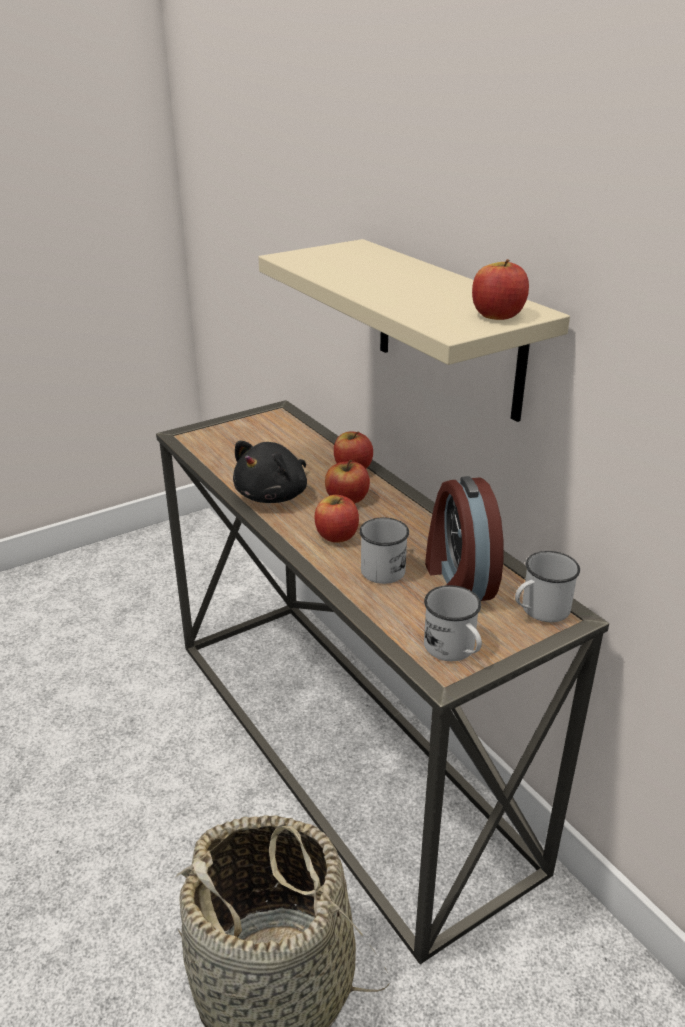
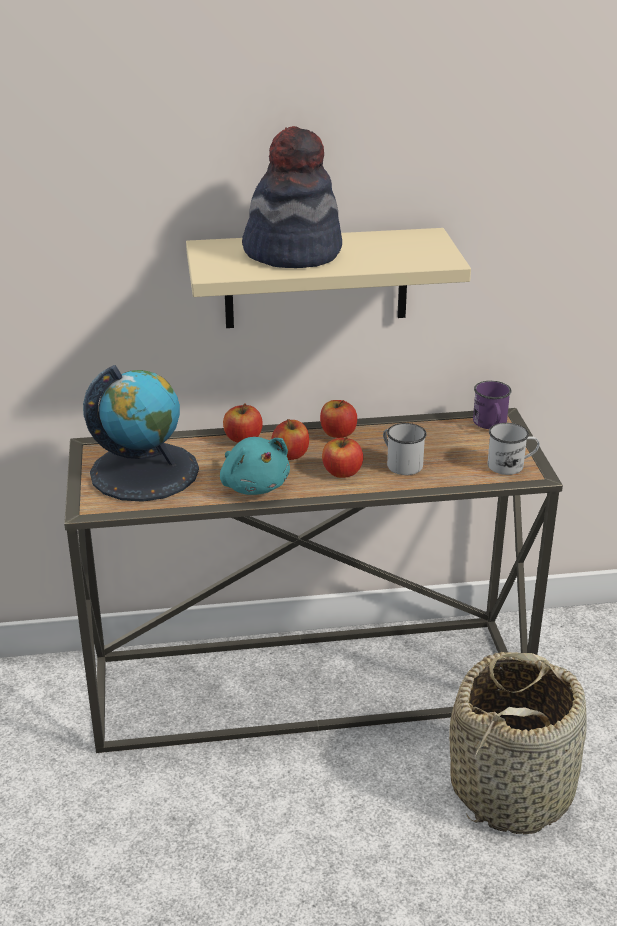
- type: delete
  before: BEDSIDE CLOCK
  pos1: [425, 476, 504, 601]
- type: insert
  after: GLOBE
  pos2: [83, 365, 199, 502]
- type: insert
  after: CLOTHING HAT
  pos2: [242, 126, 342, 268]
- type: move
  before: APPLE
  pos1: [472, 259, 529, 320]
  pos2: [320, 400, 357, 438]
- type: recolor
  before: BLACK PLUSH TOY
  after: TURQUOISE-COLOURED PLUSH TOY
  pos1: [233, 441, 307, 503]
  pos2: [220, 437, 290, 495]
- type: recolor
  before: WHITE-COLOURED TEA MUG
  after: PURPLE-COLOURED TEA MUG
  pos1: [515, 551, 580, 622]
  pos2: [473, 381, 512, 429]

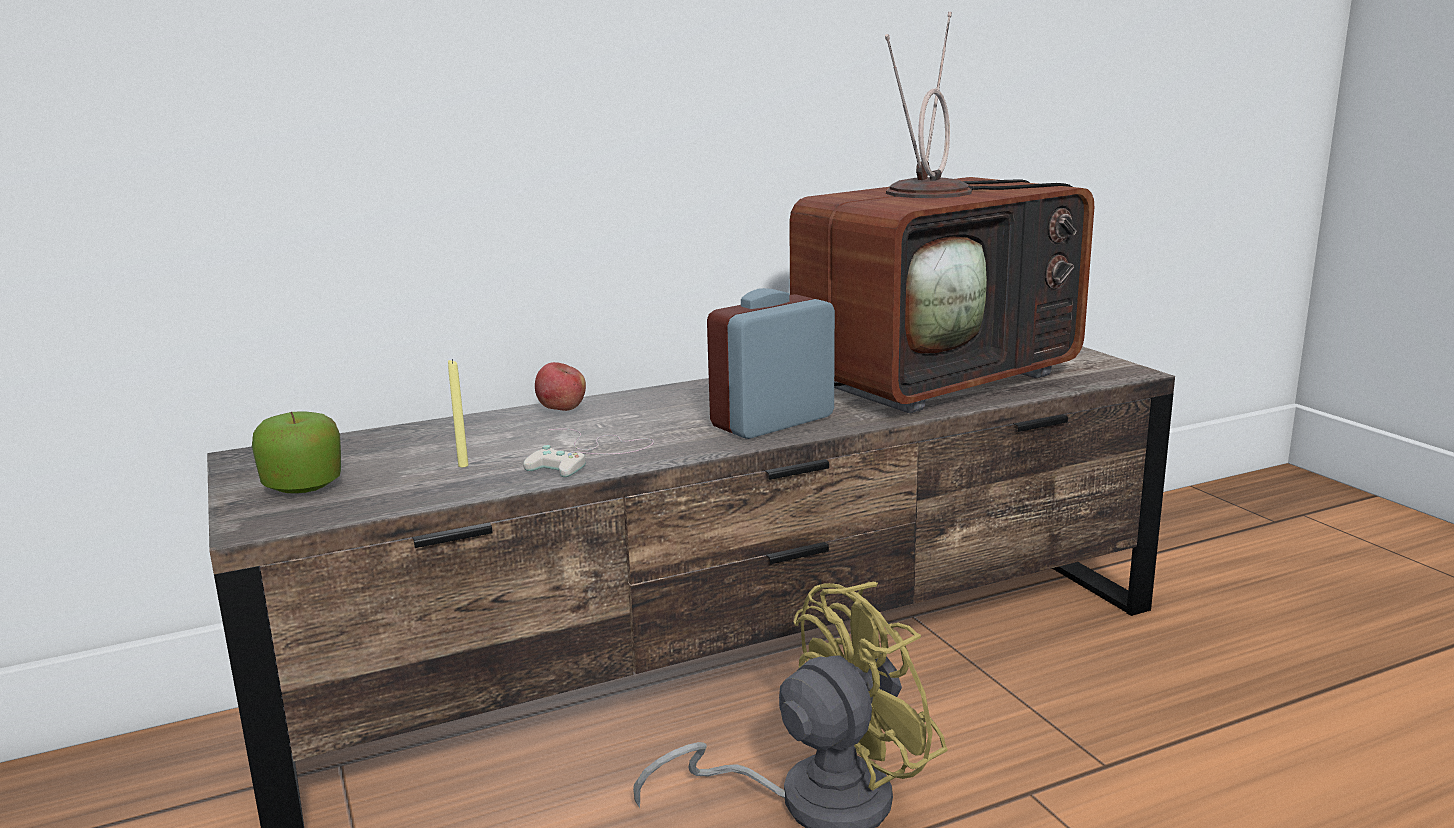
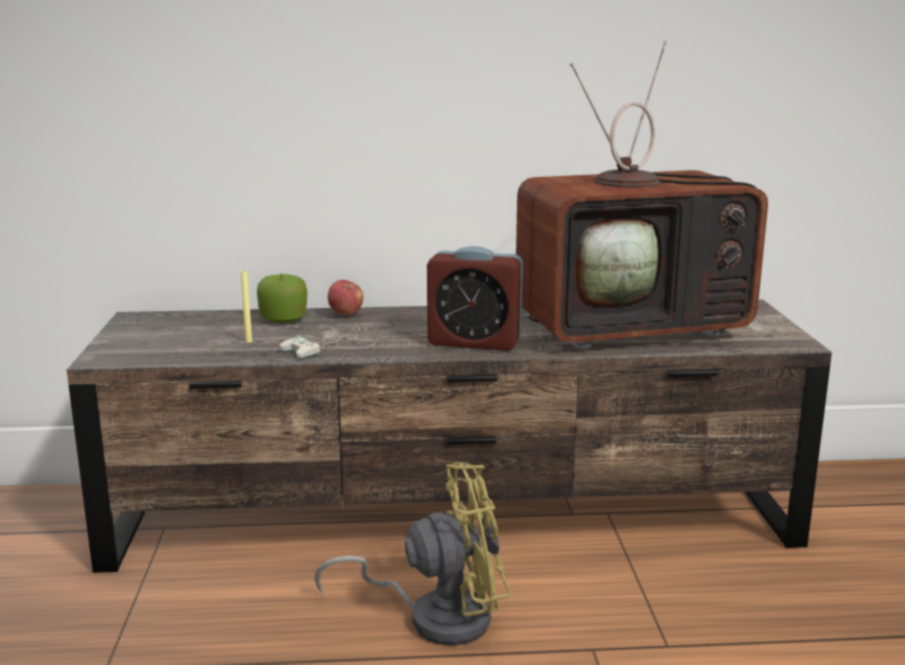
- type: move
  before: APPLE
  pos1: [252, 411, 341, 493]
  pos2: [257, 274, 307, 323]
- type: rotate
  before: BEDSIDE CLOCK
  pos1: [707, 288, 835, 439]
  pos2: [427, 246, 523, 351]
  turn: -150

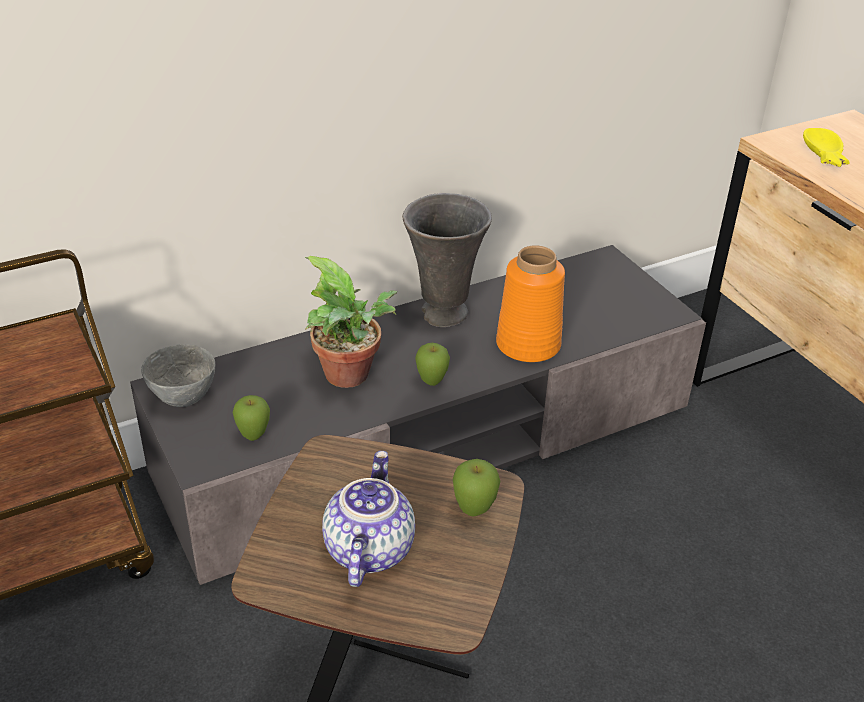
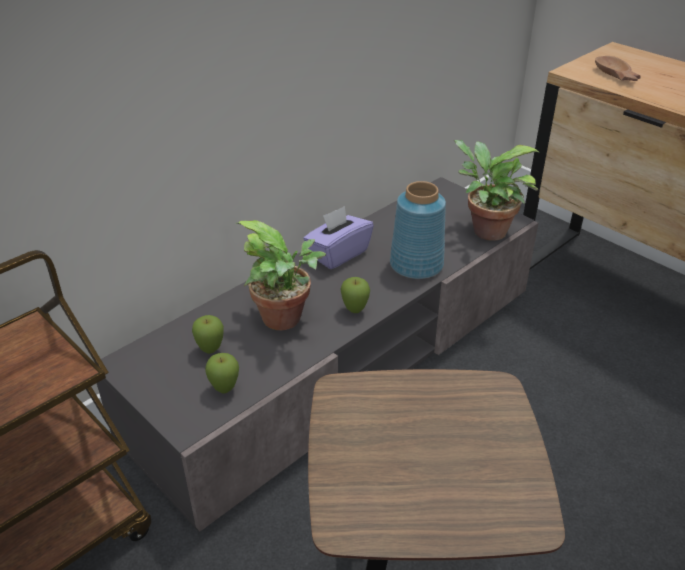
- type: delete
  before: GREYISH BOWL
  pos1: [141, 344, 215, 407]
- type: delete
  before: TEA POT
  pos1: [322, 451, 415, 587]
- type: insert
  after: POTTED PLANT
  pos2: [453, 140, 539, 241]
- type: move
  before: APPLE
  pos1: [453, 459, 501, 516]
  pos2: [192, 315, 224, 354]
- type: replace
  before: GREYISH FLOWER VASE
  after: PURPLE-COLOURED TISSUE BOX
  pos1: [402, 193, 492, 327]
  pos2: [303, 206, 374, 269]
- type: recolor
  before: ORANGEY FLOWER VASE
  after: BLUE FLOWER VASE
  pos1: [496, 245, 565, 362]
  pos2: [390, 181, 446, 279]
- type: recolor
  before: YELLOWISH BOWL
  after: BROWN BOWL
  pos1: [803, 128, 849, 167]
  pos2: [595, 56, 641, 81]

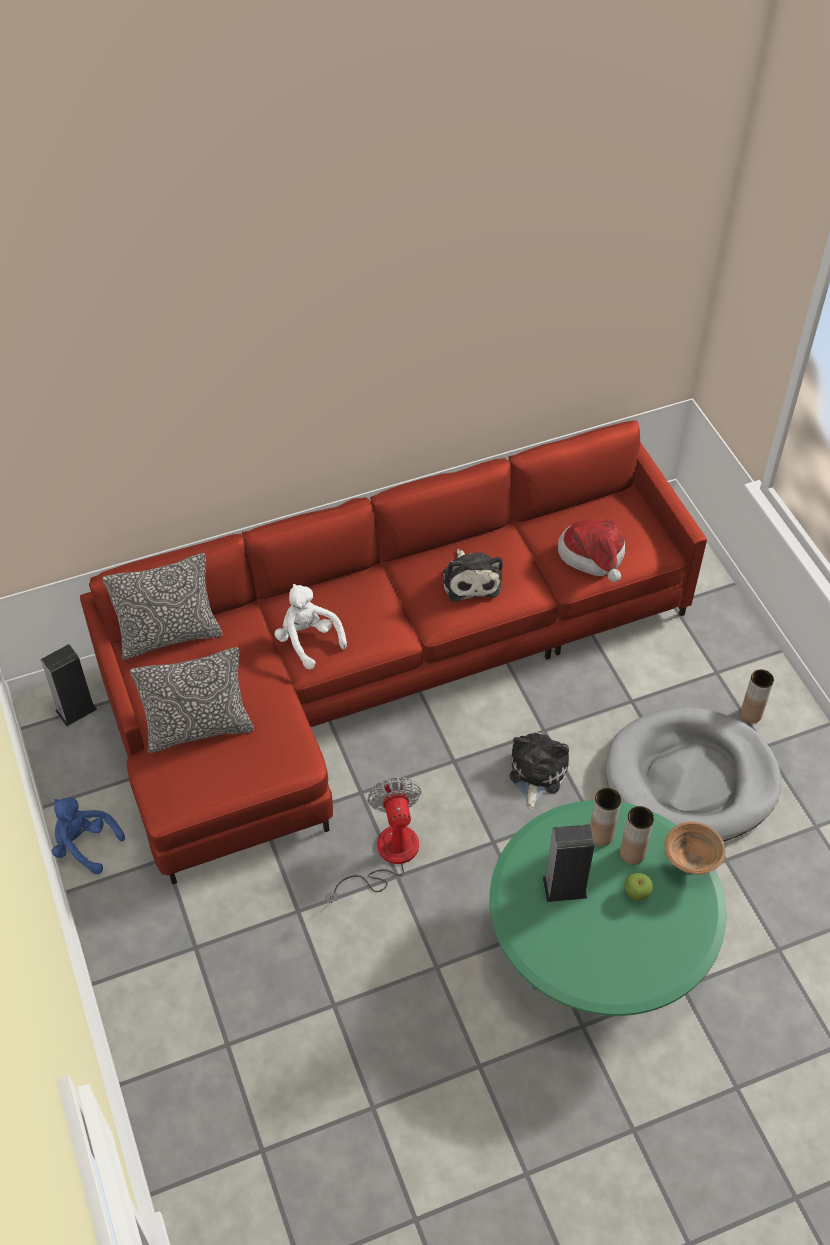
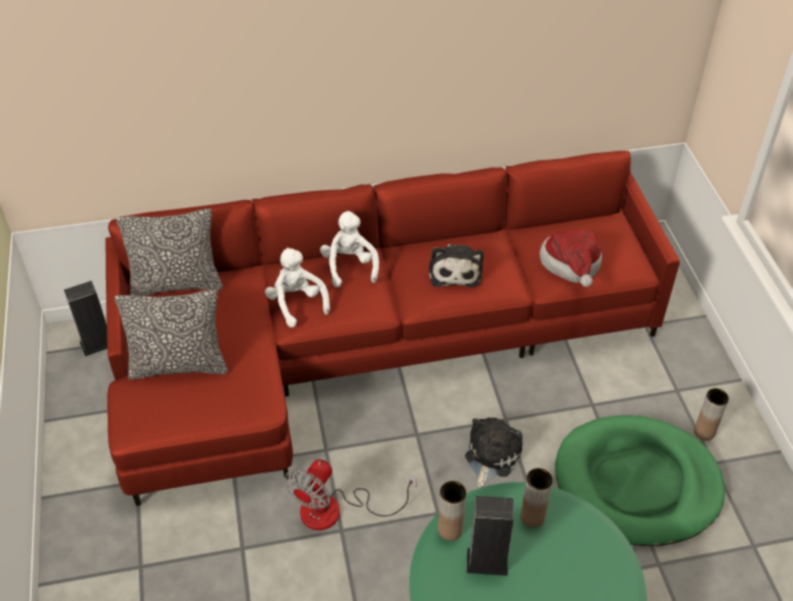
- type: delete
  before: BLUE PLUSH TOY
  pos1: [52, 797, 125, 874]
- type: delete
  before: APPLE
  pos1: [624, 873, 653, 900]
- type: delete
  before: BROWN BOWL
  pos1: [664, 822, 725, 874]
- type: insert
  after: WHITE-COLOURED PLUSH TOY
  pos2: [320, 211, 379, 287]
- type: move
  before: BROWN FLOWER VASE
  pos1: [620, 806, 654, 864]
  pos2: [438, 481, 466, 541]
- type: recolor
  before: GREYISH DOG CUSHION
  after: GREEN-COLOURED DOG CUSHION
  pos1: [605, 708, 781, 841]
  pos2: [555, 415, 725, 546]
- type: rotate
  before: FAN
  pos1: [325, 777, 421, 903]
  pos2: [284, 459, 417, 530]
  turn: -150

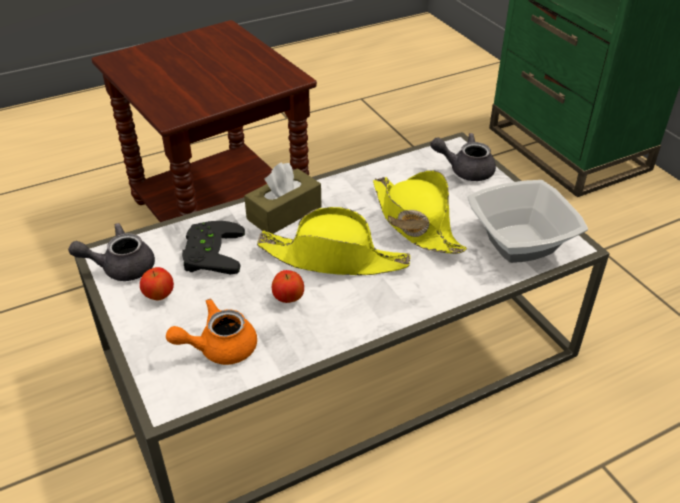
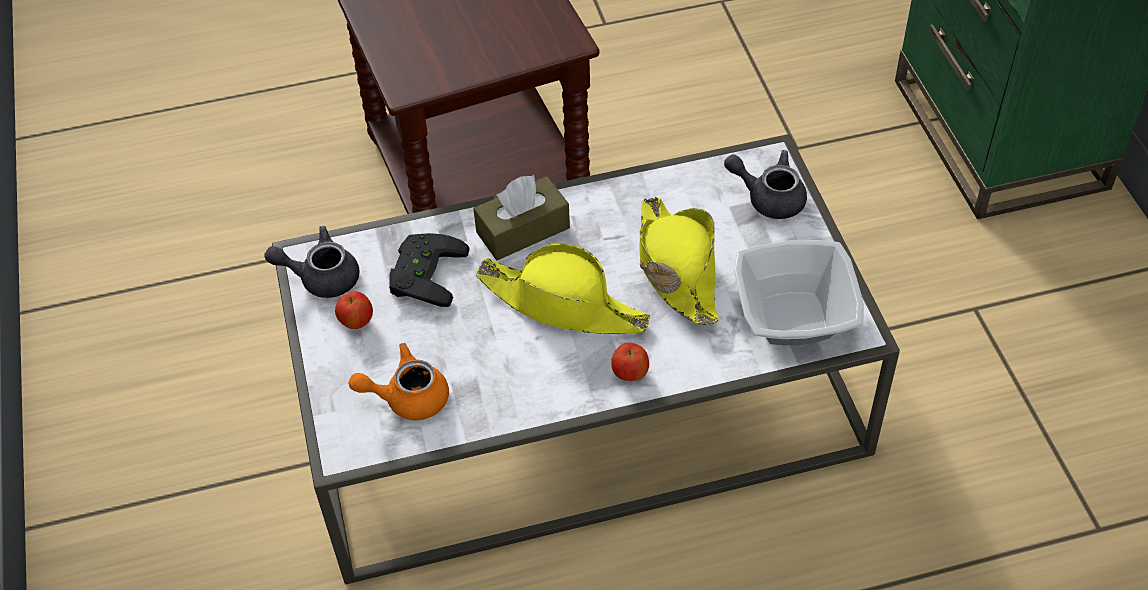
- type: move
  before: APPLE
  pos1: [272, 270, 304, 303]
  pos2: [611, 343, 649, 381]

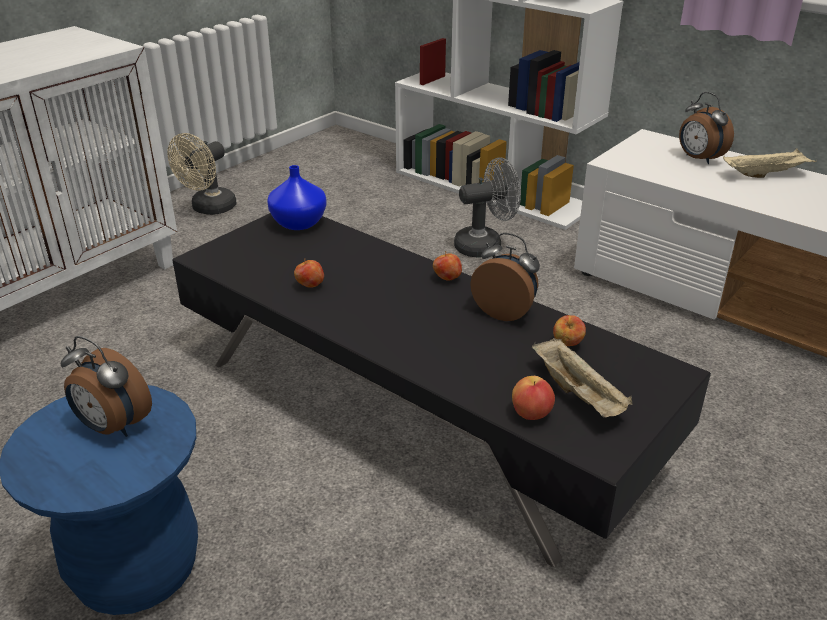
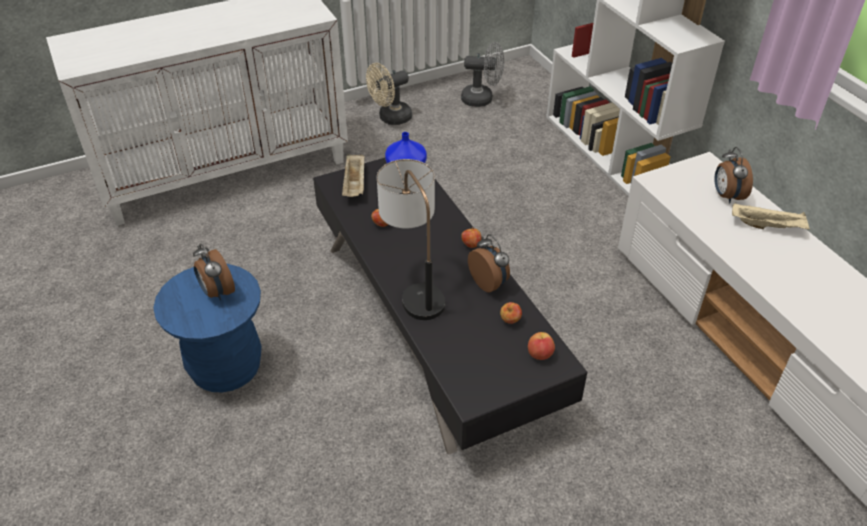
- type: insert
  after: TABLETOP LAMP
  pos2: [377, 159, 445, 320]
- type: move
  before: GREYISH FAN
  pos1: [454, 157, 521, 257]
  pos2: [461, 42, 504, 107]
- type: move
  before: APPLE
  pos1: [512, 376, 555, 420]
  pos2: [528, 332, 555, 360]
- type: move
  before: BEIGE-COLOURED SERVING TRAY
  pos1: [532, 338, 632, 418]
  pos2: [342, 153, 364, 197]

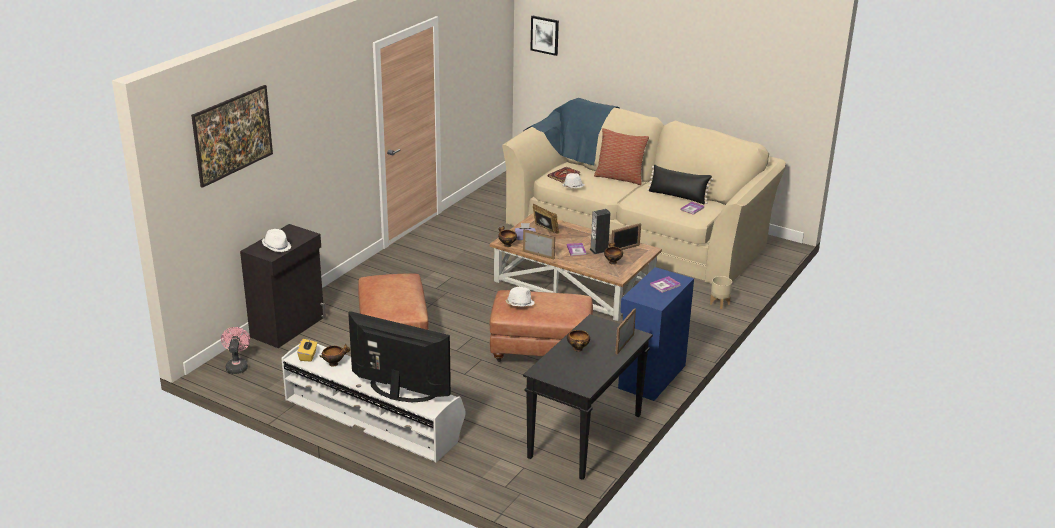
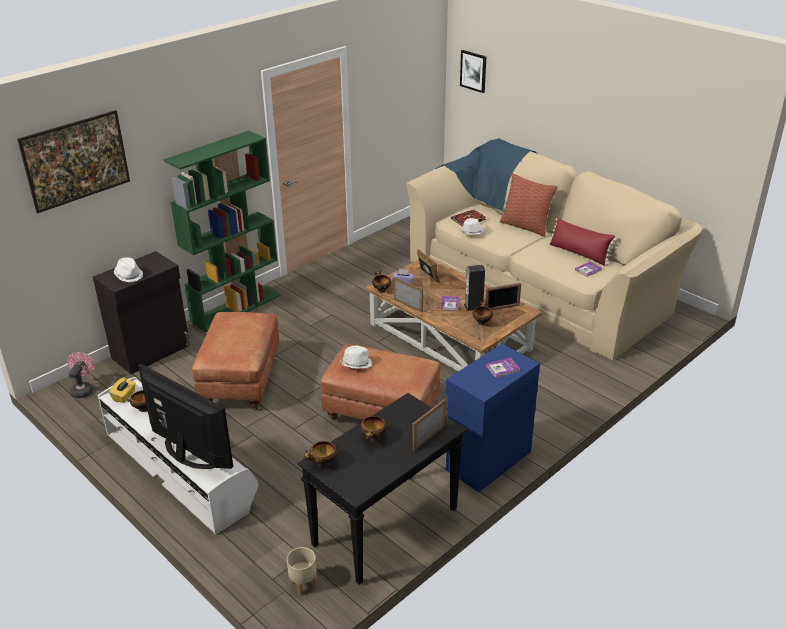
- type: insert
  after: GREEN-COLOURED SHELVING UNIT
  pos2: [163, 131, 281, 333]
- type: insert
  after: BOWL
  pos2: [303, 441, 339, 467]
- type: move
  before: BEIGE-COLOURED PLANTER
  pos1: [710, 276, 732, 309]
  pos2: [287, 547, 317, 596]
- type: recolor
  before: BLACK THROW PILLOW
  after: REDDISH THROW PILLOW
  pos1: [647, 165, 713, 205]
  pos2: [548, 217, 617, 266]

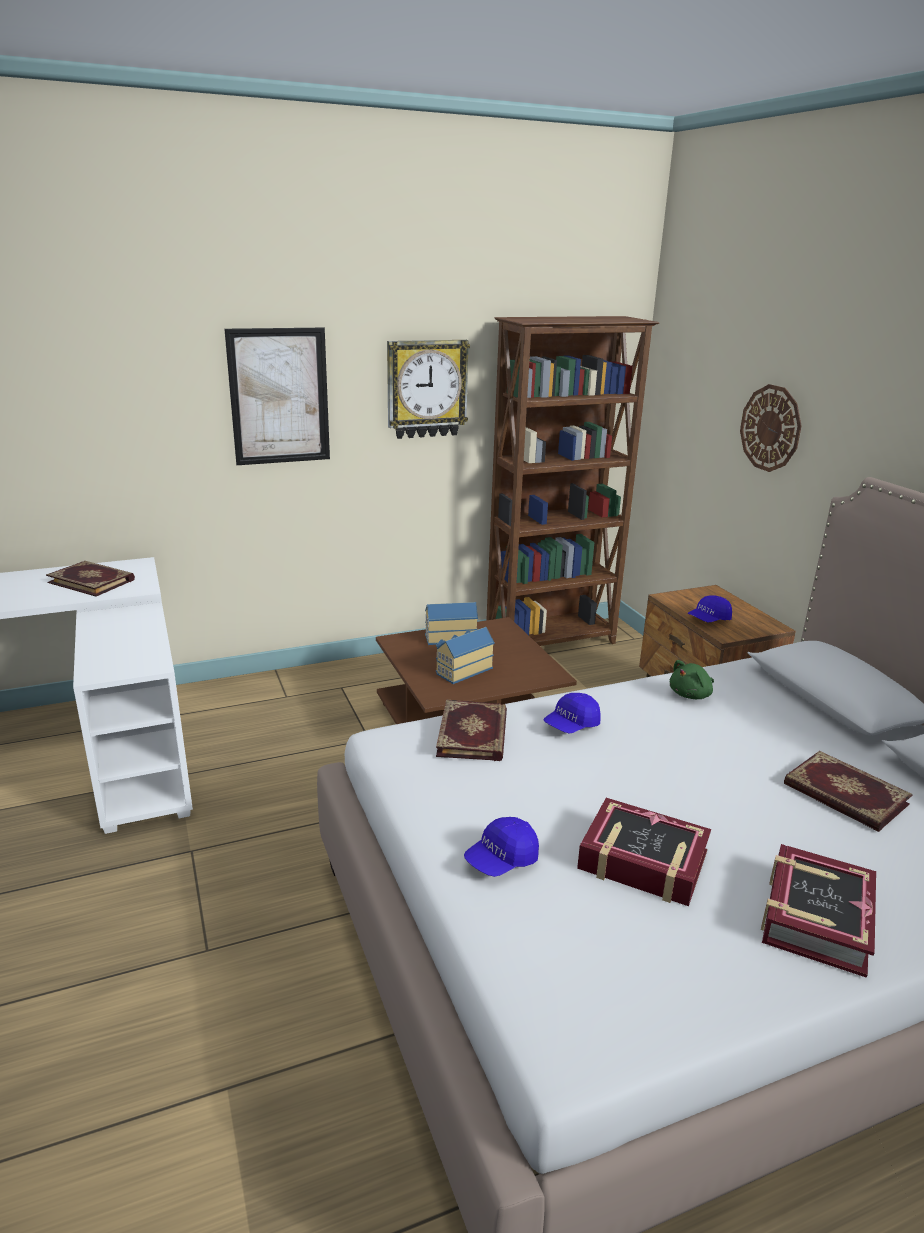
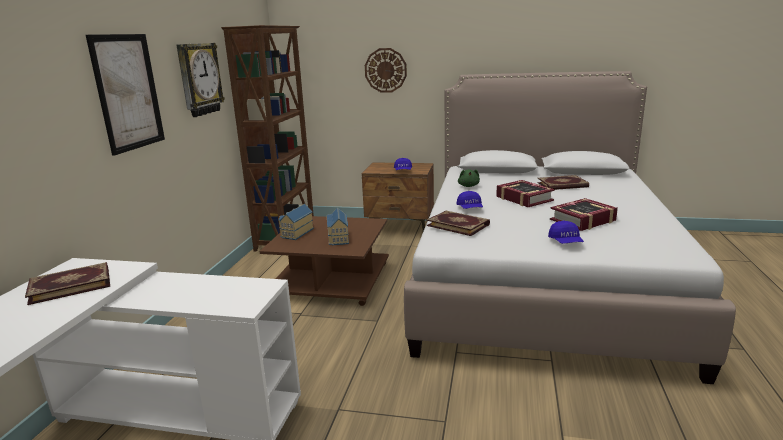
- type: move
  before: BOOK
  pos1: [761, 844, 876, 978]
  pos2: [496, 180, 555, 207]

